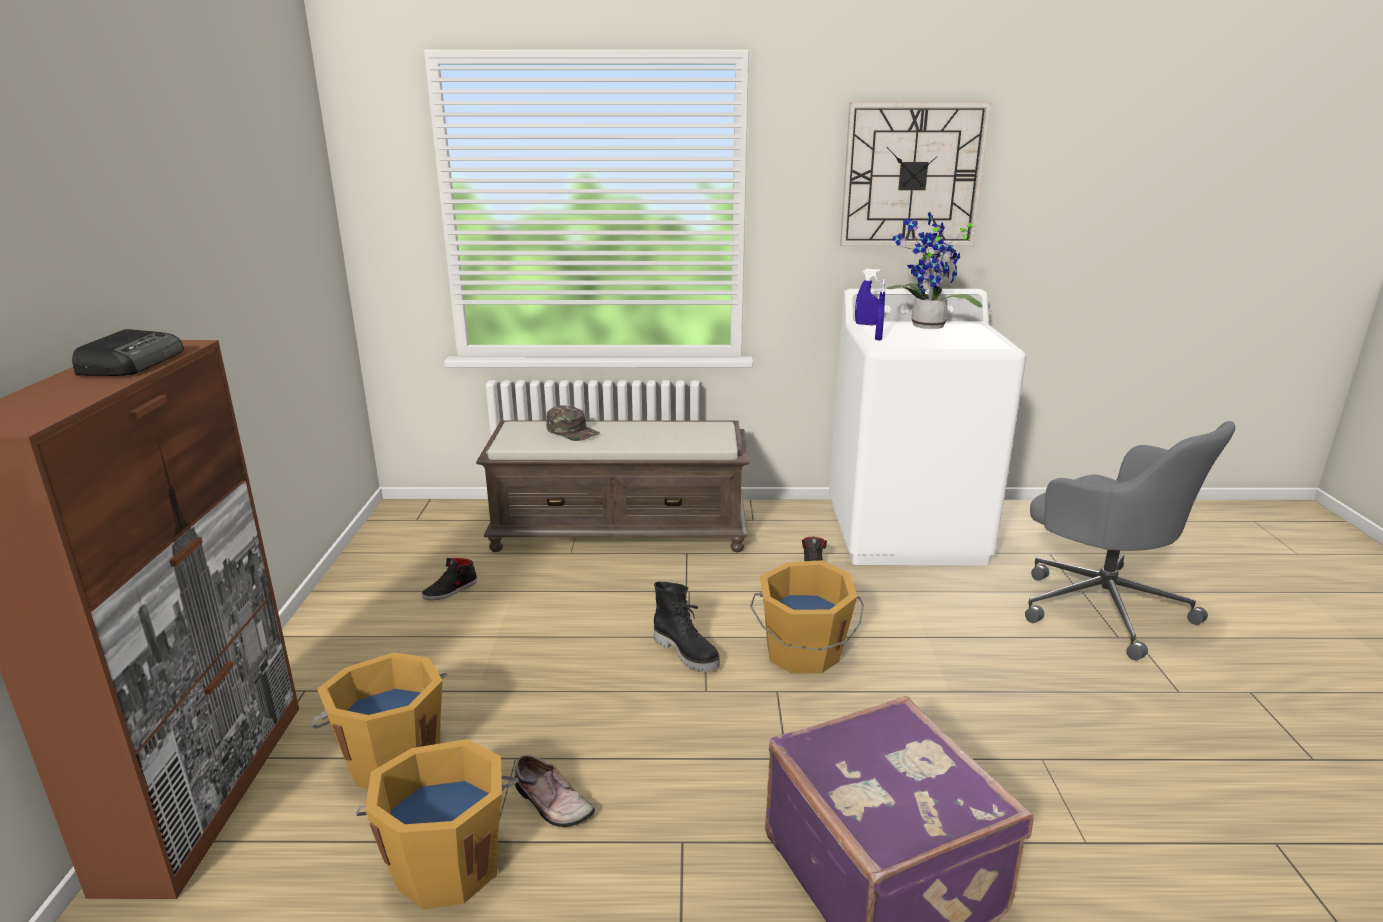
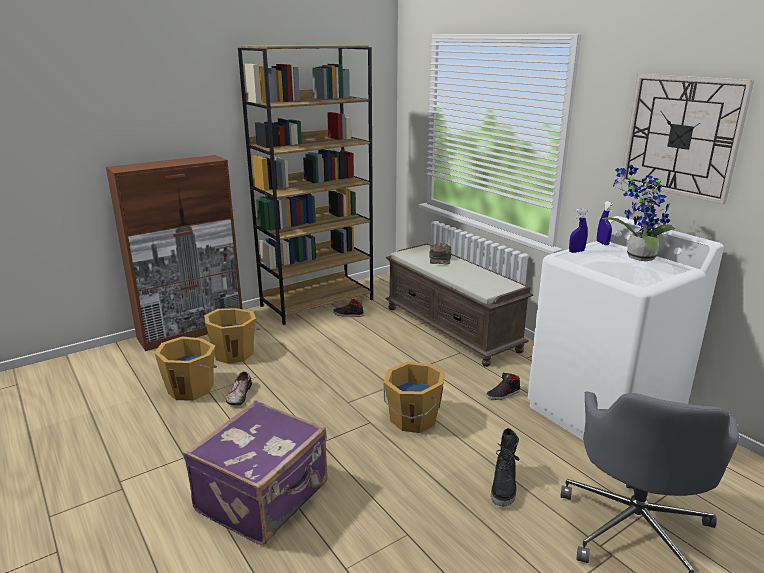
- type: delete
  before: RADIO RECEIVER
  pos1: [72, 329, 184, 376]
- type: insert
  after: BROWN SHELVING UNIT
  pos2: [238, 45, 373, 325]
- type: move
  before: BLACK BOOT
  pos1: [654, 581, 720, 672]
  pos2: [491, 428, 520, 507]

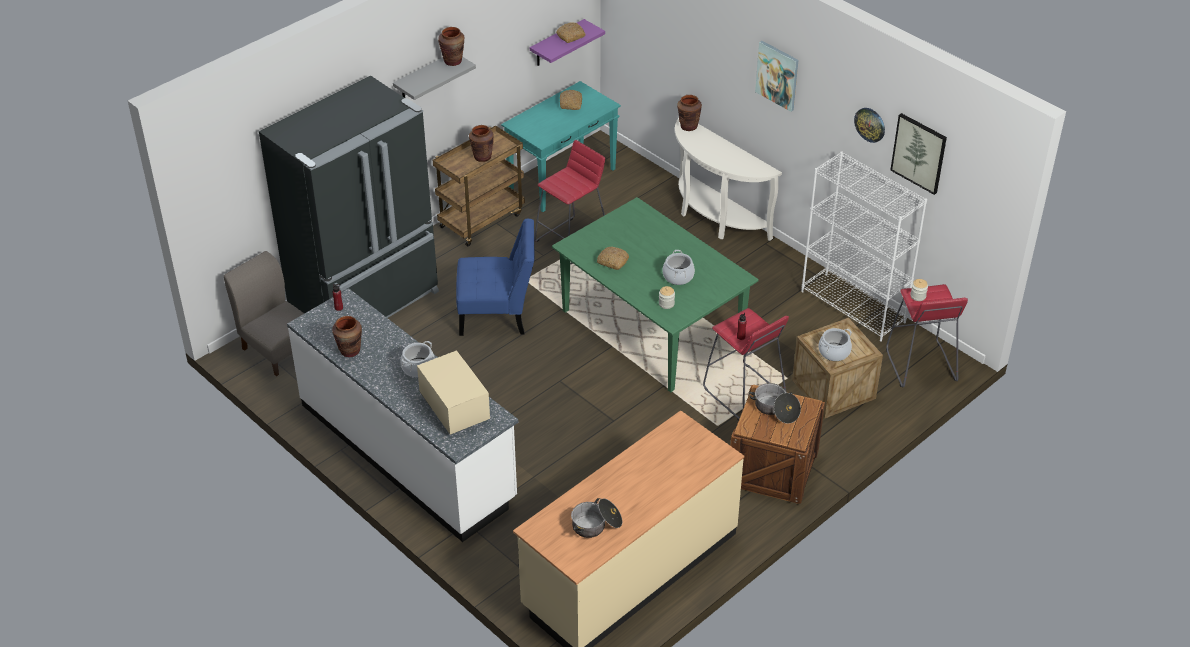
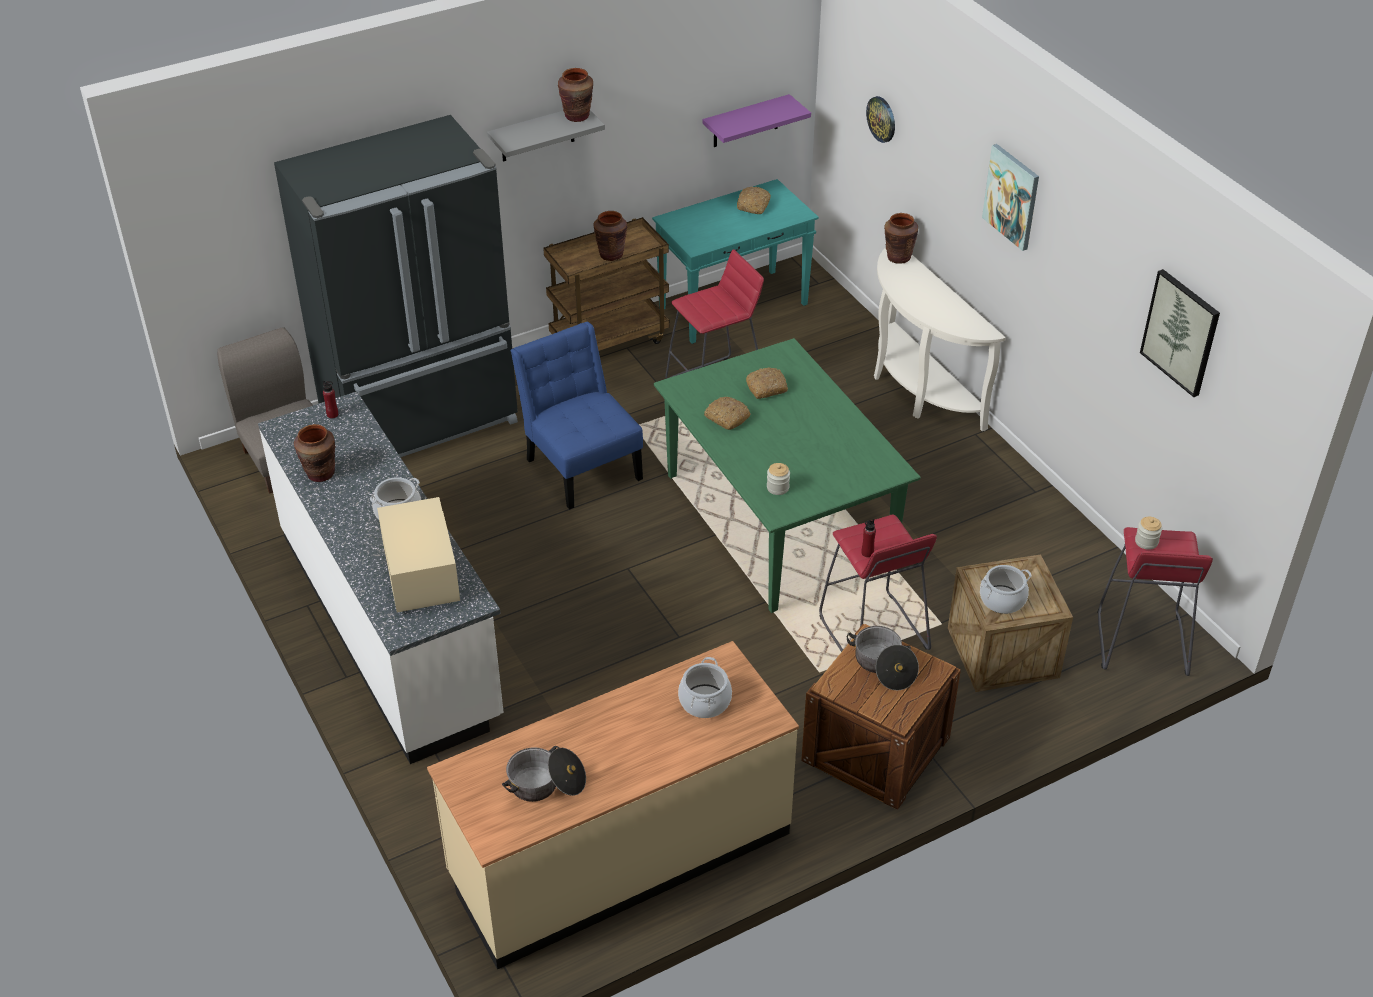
- type: delete
  before: WHITE-COLOURED SHELVING UNIT
  pos1: [801, 151, 927, 342]
- type: move
  before: BAKED BREAD
  pos1: [556, 23, 586, 43]
  pos2: [746, 367, 788, 399]
- type: move
  before: STOCKPOT
  pos1: [663, 250, 695, 285]
  pos2: [678, 657, 732, 718]
- type: move
  before: CLOCK ON THE WALL
  pos1: [854, 108, 885, 143]
  pos2: [866, 96, 895, 143]
- type: rotate
  before: BLUE UPRIGHT CHAIR
  pos1: [456, 219, 534, 336]
  pos2: [510, 322, 643, 510]
  turn: -135

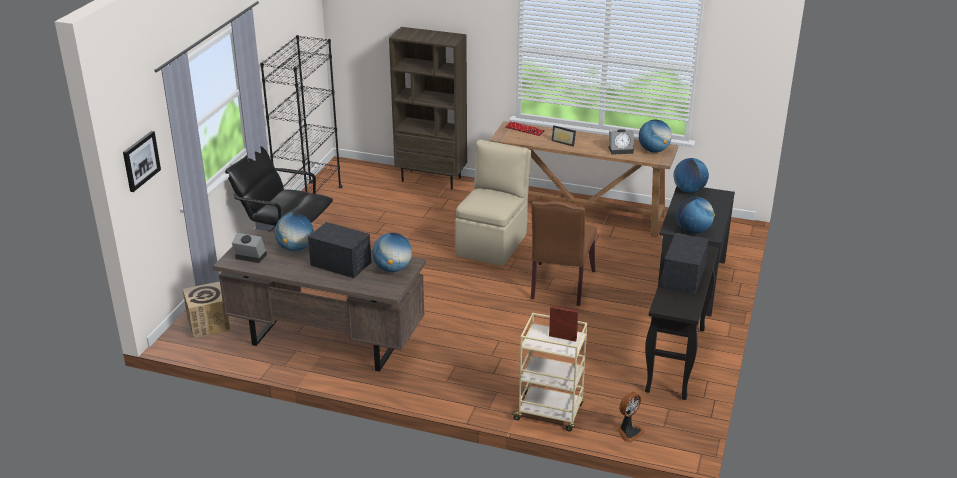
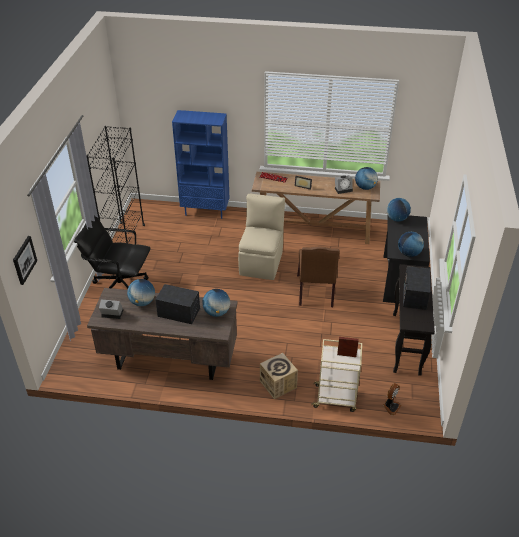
- type: move
  before: CARDBOARD BOX
  pos1: [183, 282, 231, 339]
  pos2: [260, 353, 298, 399]
- type: recolor
  before: BROWN SHELVING UNIT
  after: BLUE SHELVING UNIT
  pos1: [389, 27, 467, 190]
  pos2: [172, 110, 229, 219]

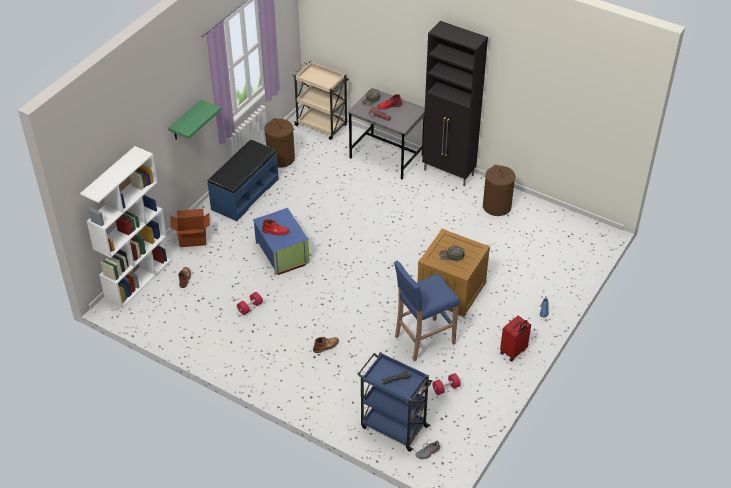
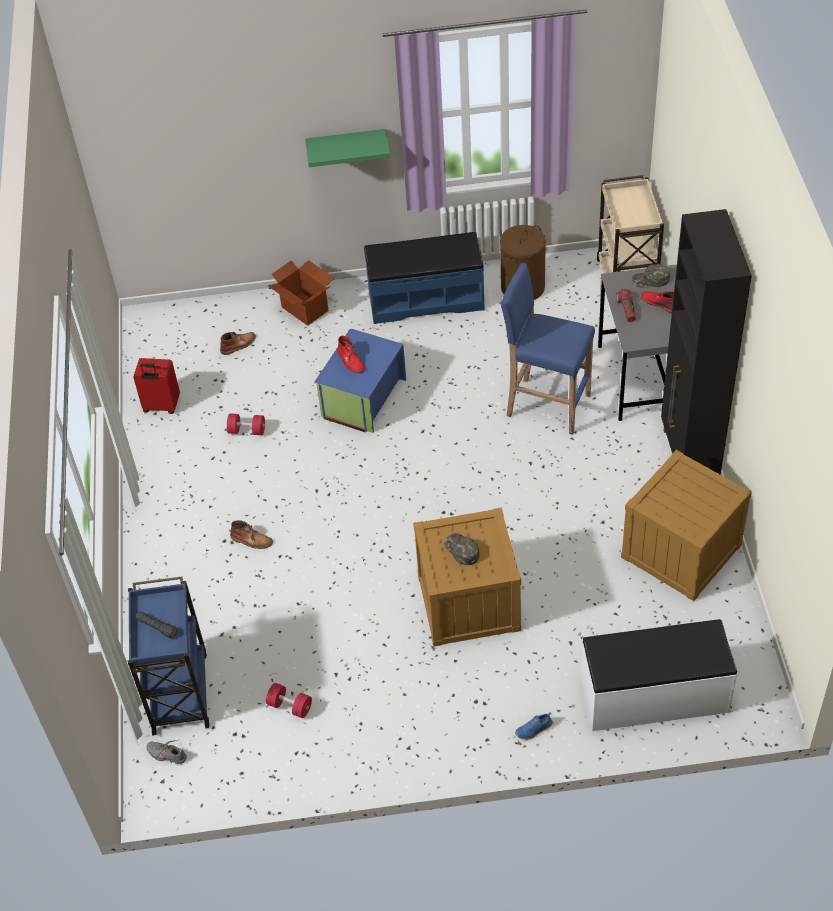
- type: delete
  before: WHITE-COLOURED SHELVING UNIT
  pos1: [80, 146, 171, 309]
- type: insert
  after: WHITE-COLOURED BENCH
  pos2: [581, 619, 737, 731]
- type: move
  before: BLUE STOOL SEAT
  pos1: [394, 261, 460, 361]
  pos2: [500, 263, 595, 435]
- type: move
  before: REDDISH PIECE OF LUGGAGE
  pos1: [500, 316, 531, 361]
  pos2: [133, 358, 180, 414]
- type: replace
  before: BROWN WASHING BASKET
  after: CRATE
  pos1: [483, 165, 515, 216]
  pos2: [621, 450, 752, 601]

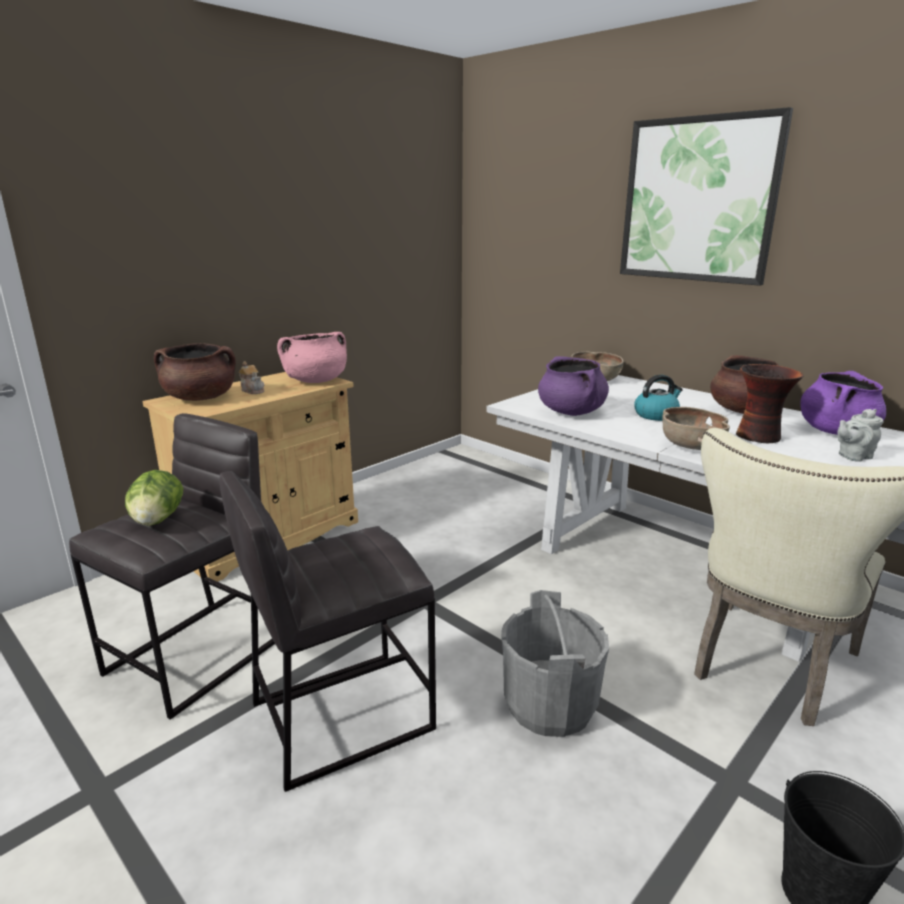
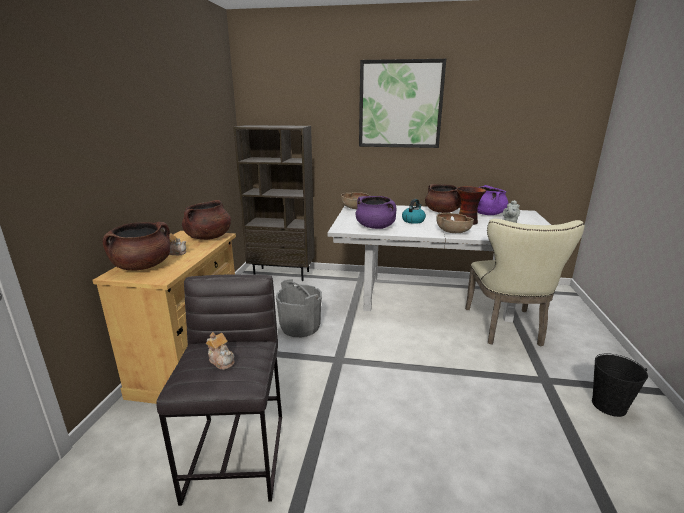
- type: delete
  before: GREYISH STOOL SEAT
  pos1: [219, 471, 436, 792]
- type: insert
  after: BROWN SHELVING UNIT
  pos2: [233, 125, 315, 281]
- type: move
  before: GREYISH PAIL
  pos1: [501, 590, 609, 737]
  pos2: [276, 279, 322, 337]
- type: replace
  before: LETTUCE
  after: TEA POT
  pos1: [125, 470, 184, 526]
  pos2: [206, 332, 235, 370]
- type: recolor
  before: PINK STOCKPOT
  after: BROWN STOCKPOT
  pos1: [277, 332, 347, 383]
  pos2: [182, 200, 231, 240]

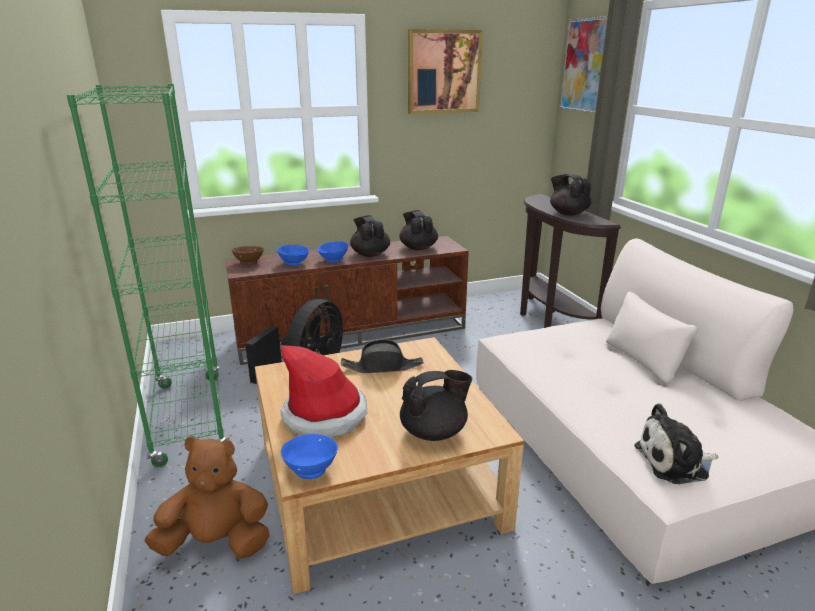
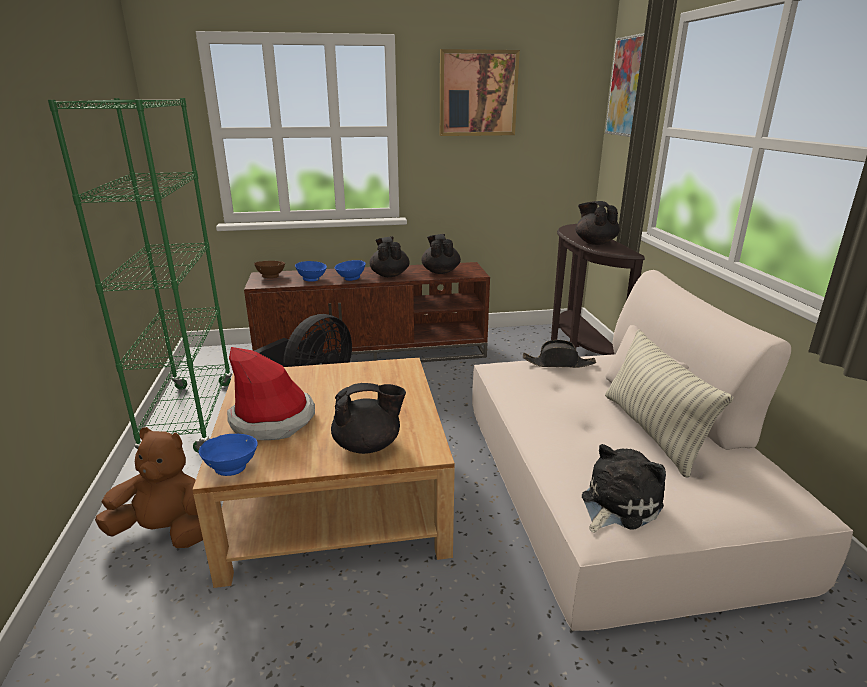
- type: insert
  after: THROW PILLOW
  pos2: [605, 329, 733, 478]
- type: move
  before: BLACK CLOTHING HAT
  pos1: [341, 339, 424, 373]
  pos2: [523, 340, 596, 368]
- type: rotate
  before: PLUSH TOY
  pos1: [634, 404, 718, 484]
  pos2: [582, 444, 666, 533]
  turn: 135

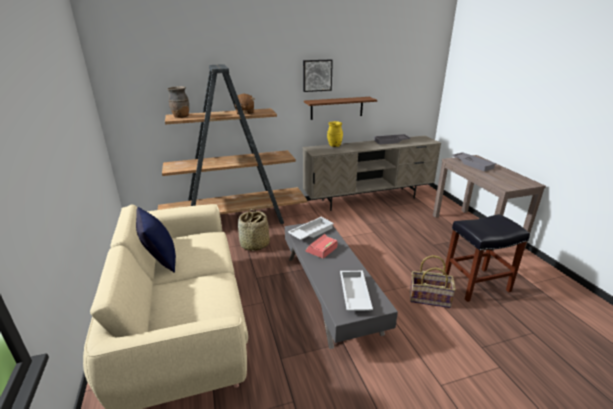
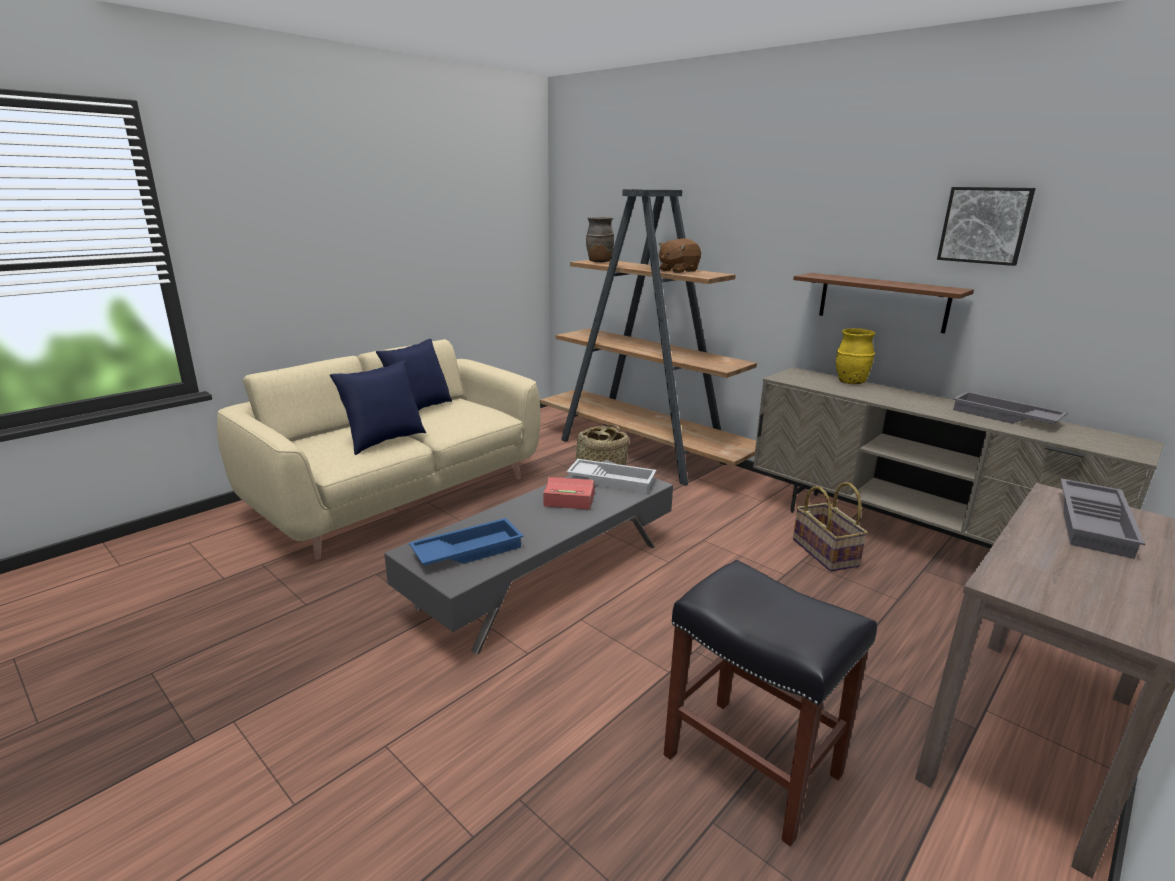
- type: insert
  after: BLUE THROW PILLOW
  pos2: [330, 360, 426, 455]
- type: move
  before: WALL ART
  pos1: [303, 60, 333, 92]
  pos2: [937, 187, 1036, 266]
- type: move
  before: HOUSEHOLD BASKET
  pos1: [410, 255, 456, 308]
  pos2: [793, 482, 868, 571]
- type: recolor
  before: WHITE-COLOURED SERVING TRAY
  after: BLUE SERVING TRAY
  pos1: [340, 271, 373, 311]
  pos2: [409, 518, 524, 566]

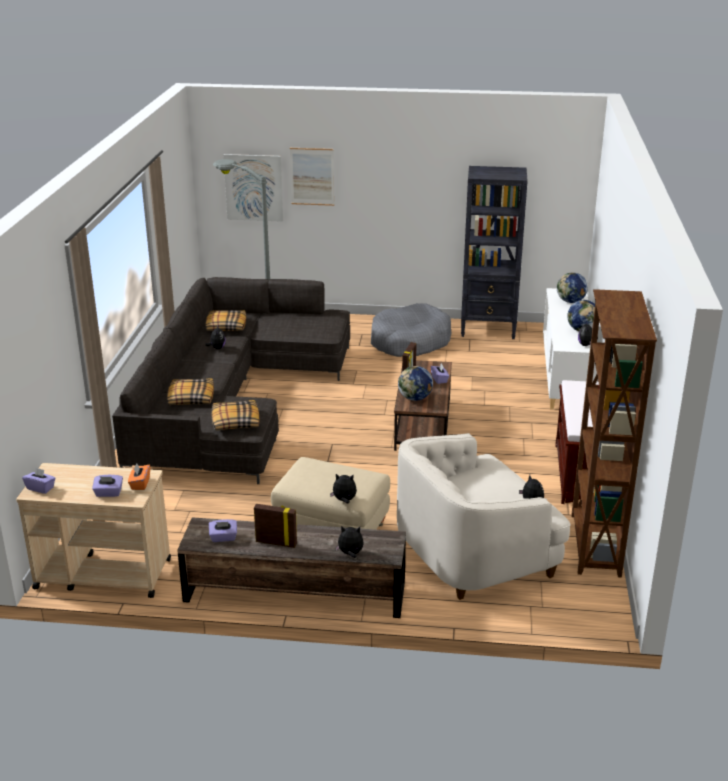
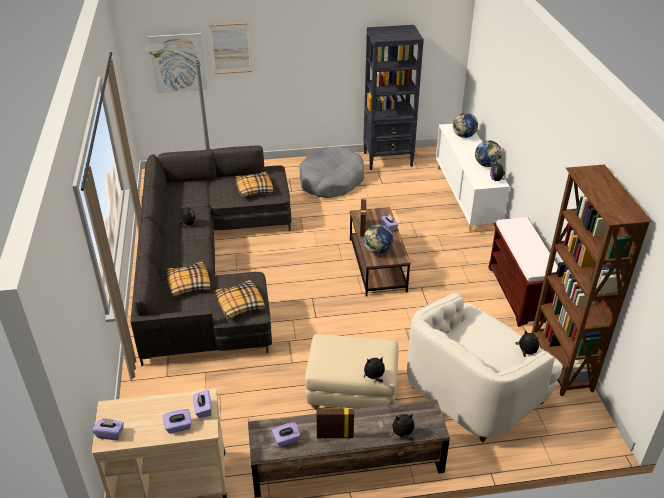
- type: move
  before: THROW PILLOW
  pos1: [205, 310, 246, 331]
  pos2: [236, 172, 273, 197]
- type: recolor
  before: ORANGEY TISSUE BOX
  after: PURPLE-COLOURED TISSUE BOX
  pos1: [128, 464, 150, 490]
  pos2: [193, 390, 212, 418]

